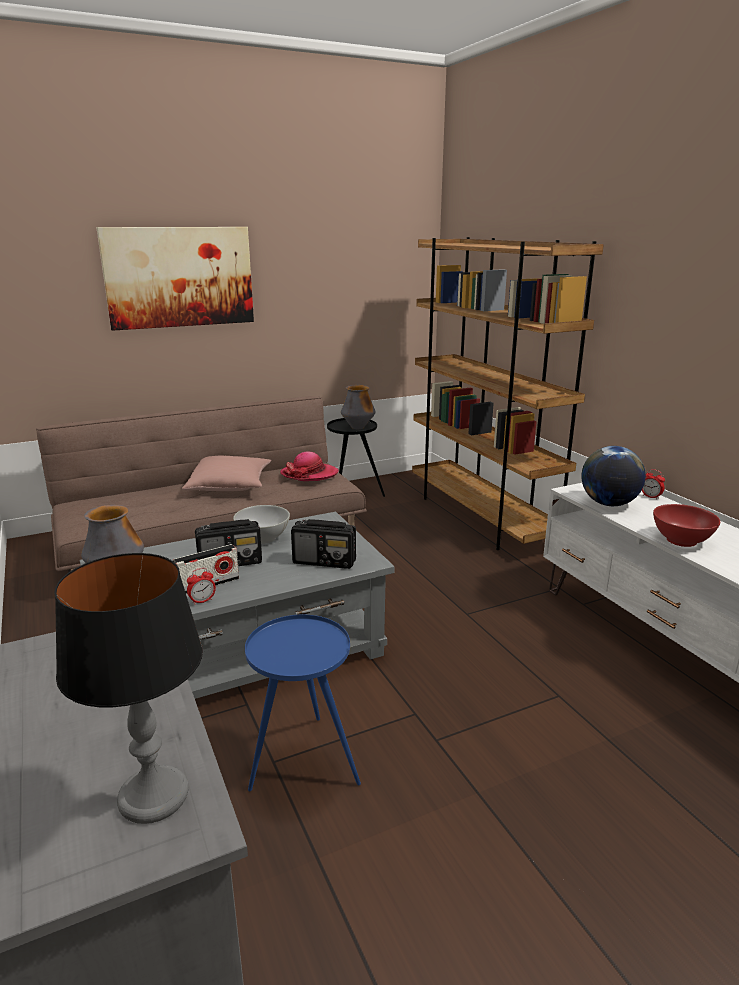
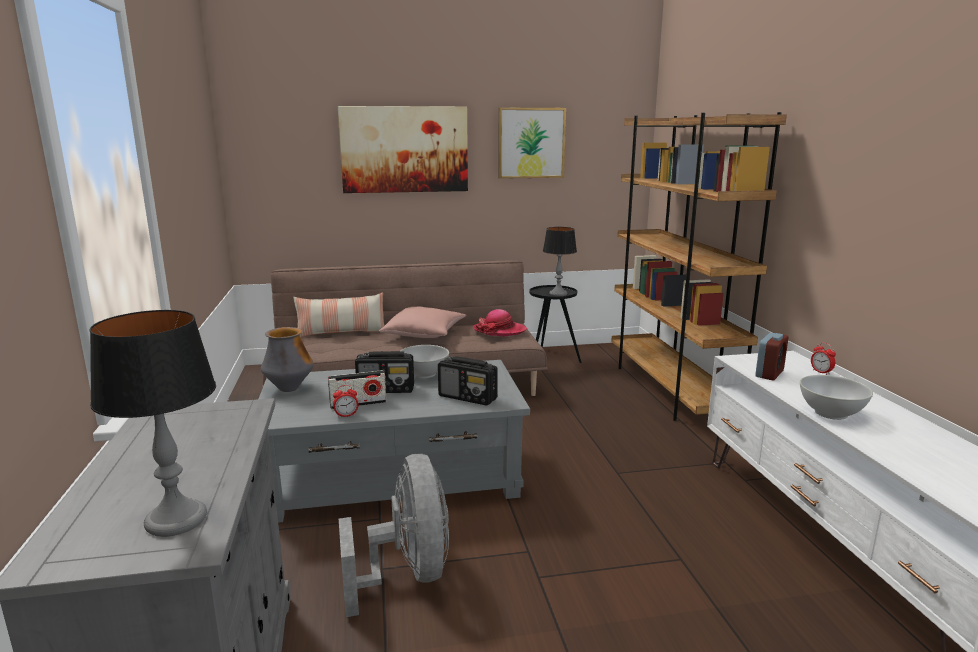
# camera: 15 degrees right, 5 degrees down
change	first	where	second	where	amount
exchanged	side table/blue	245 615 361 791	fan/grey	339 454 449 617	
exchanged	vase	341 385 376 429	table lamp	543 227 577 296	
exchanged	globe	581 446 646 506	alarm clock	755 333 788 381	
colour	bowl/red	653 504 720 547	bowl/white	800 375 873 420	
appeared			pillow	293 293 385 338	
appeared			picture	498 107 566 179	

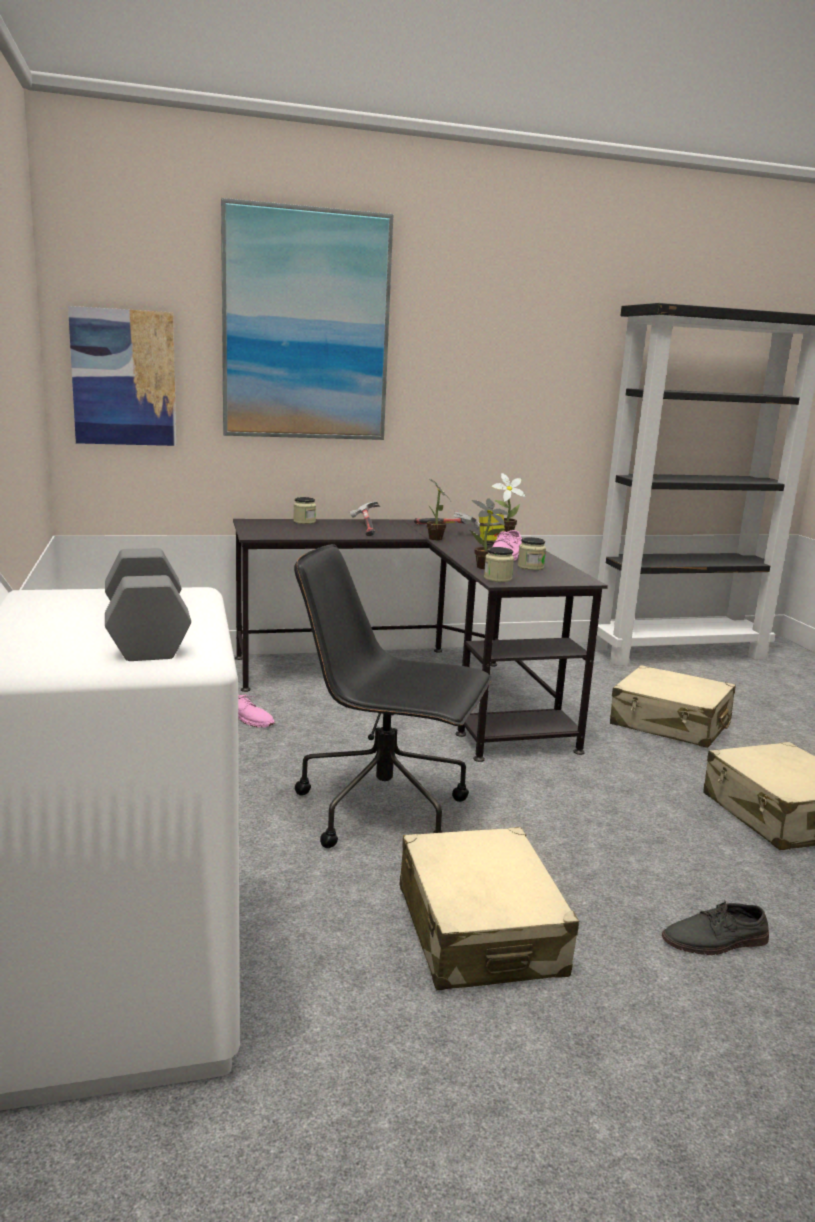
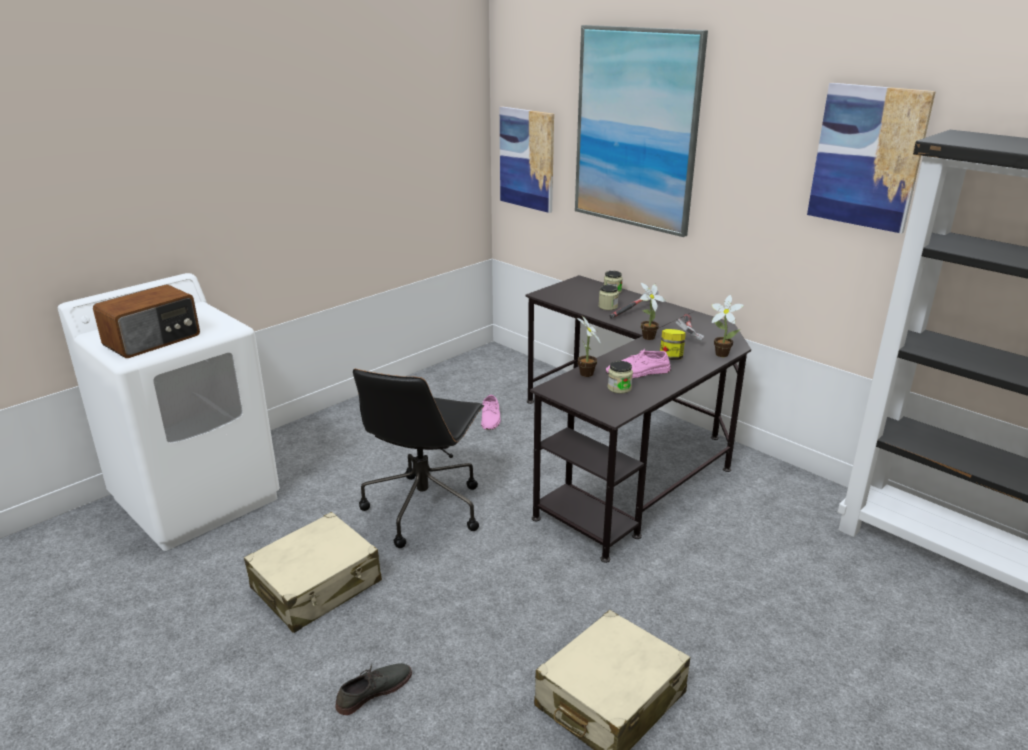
# camera: 60 degrees right, 10 degrees up
change	first	where	second	where	amount
exchanged	dumbbell/grey	105 548 191 661	radio	93 285 200 358	
spun	office chair/black	294 544 492 848		353 369 484 548	150 degrees counterclockwise
relocated	jar	484 547 514 582		599 285 619 310	
missing	suitcase/beige	610 665 736 748			
spun	shoe/grey	662 899 769 955		335 663 412 715	90 degrees clockwise
appeared			picture	807 83 936 234	

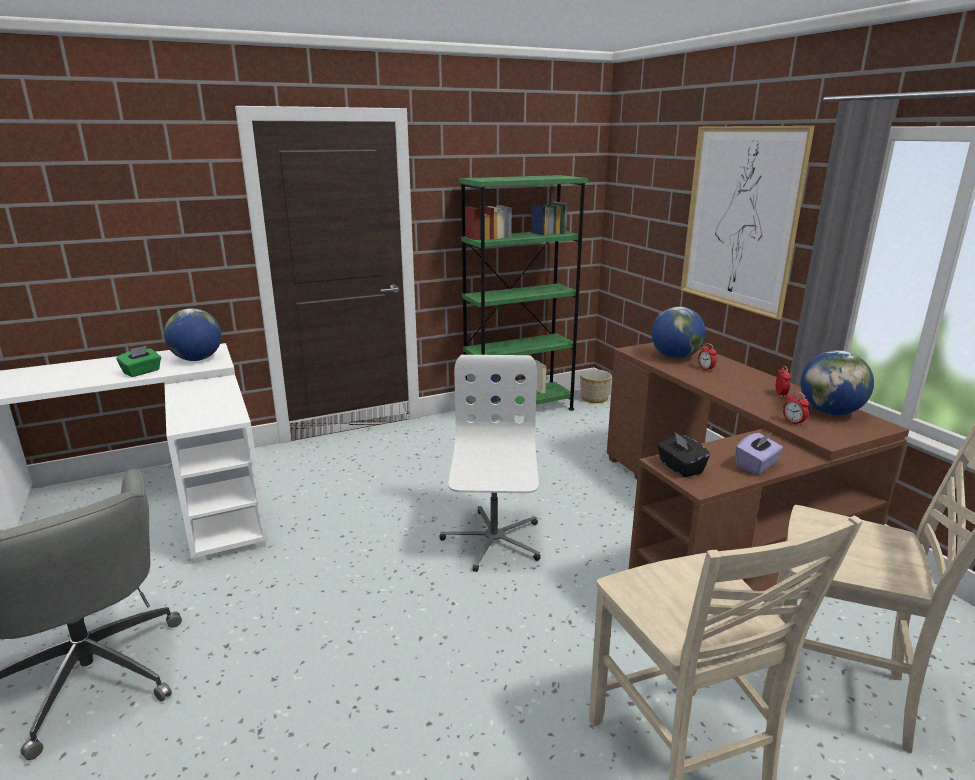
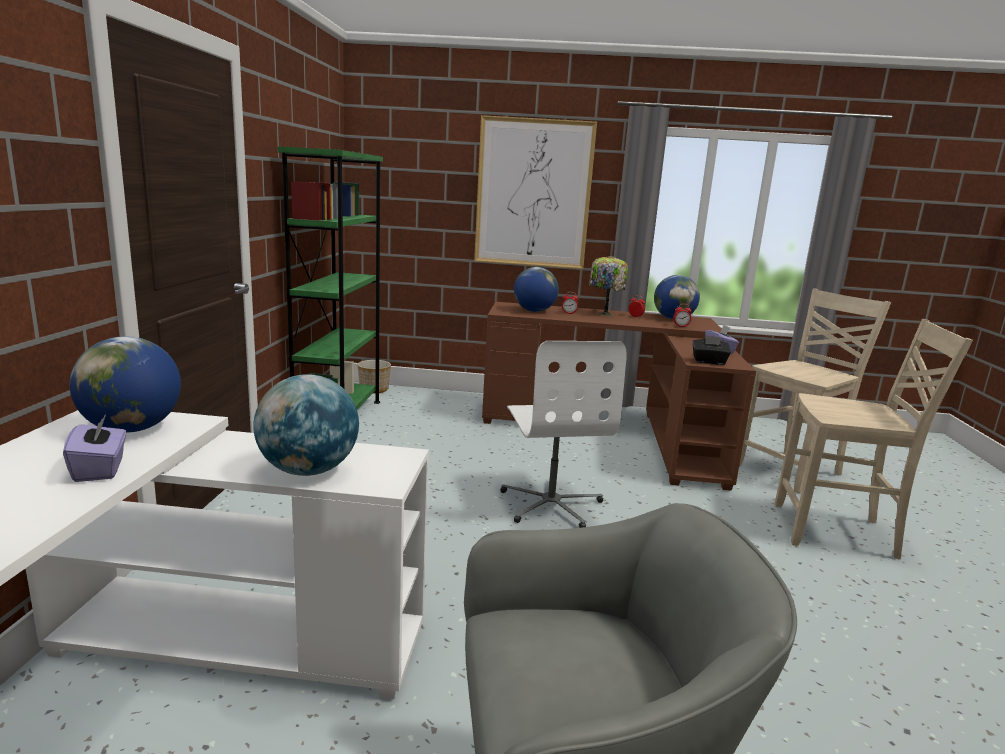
# camera: 60 degrees left, 5 degrees down
change	first	where	second	where	amount
colour	tissue box/green	116 346 161 377	tissue box/purple	63 413 126 482	
spun	office chair/white	439 355 541 572		500 341 627 528	135 degrees counterclockwise
appeared			globe	253 374 359 476	
appeared			table lamp	589 256 628 316	

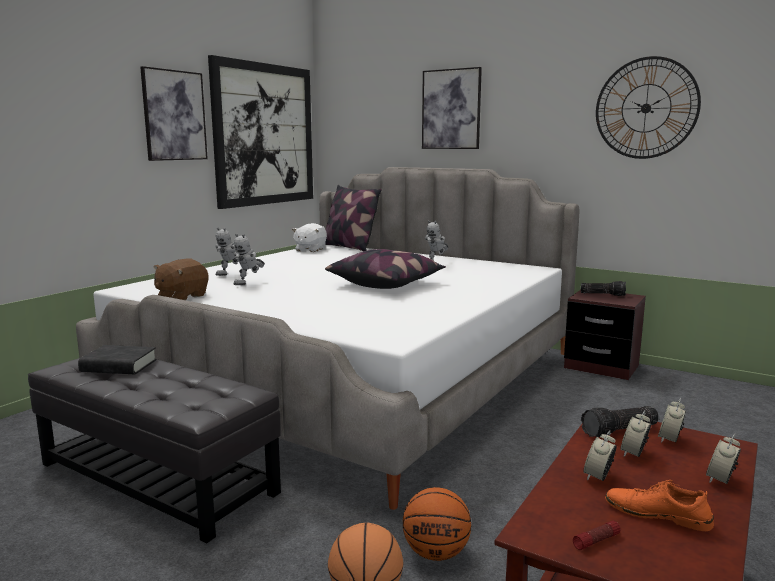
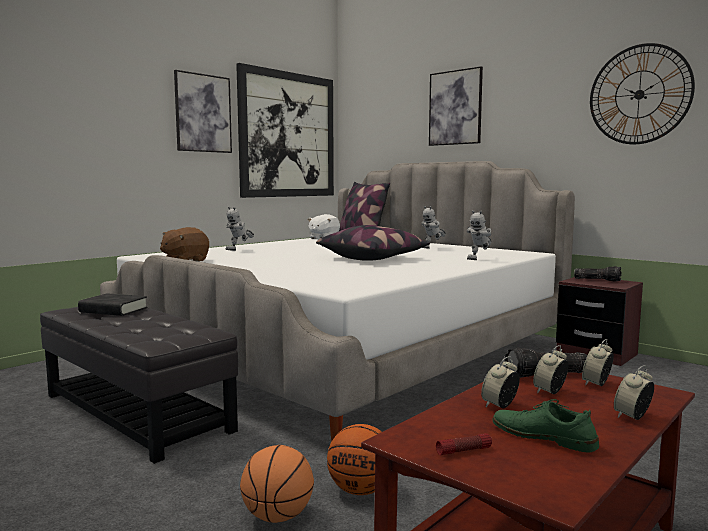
# camera: 10 degrees right, 5 degrees down
change	first	where	second	where	amount
relocated	toy robot	234 233 265 285		467 210 492 260	
colour	shoe/orange	605 480 714 531	shoe/green	493 399 599 452	

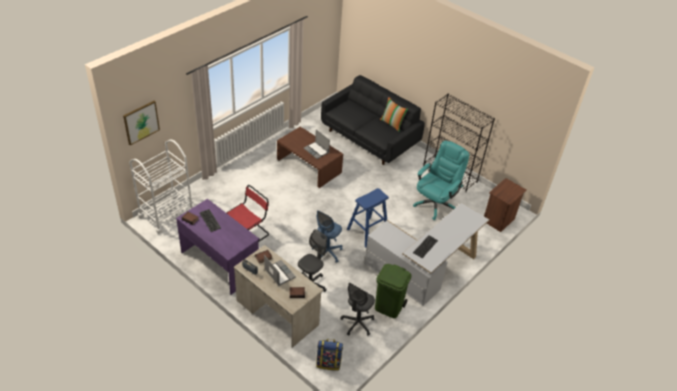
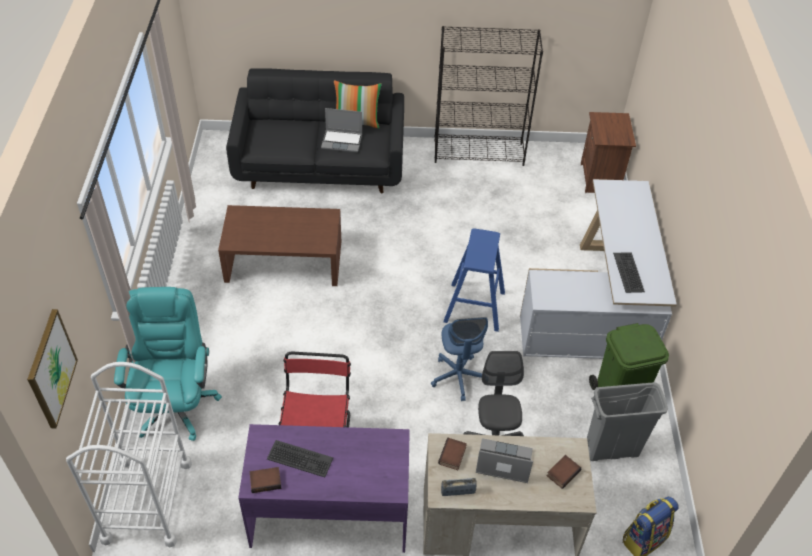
# camera: 40 degrees left, 5 degrees up
change	first	where	second	where	amount
relocated	laptop	304 130 330 159		321 108 362 152	
exchanged	office chair/grey	340 283 375 336	trash can/grey	587 382 668 461	
relocated	office chair/turquoise	413 141 470 220		114 287 222 441	

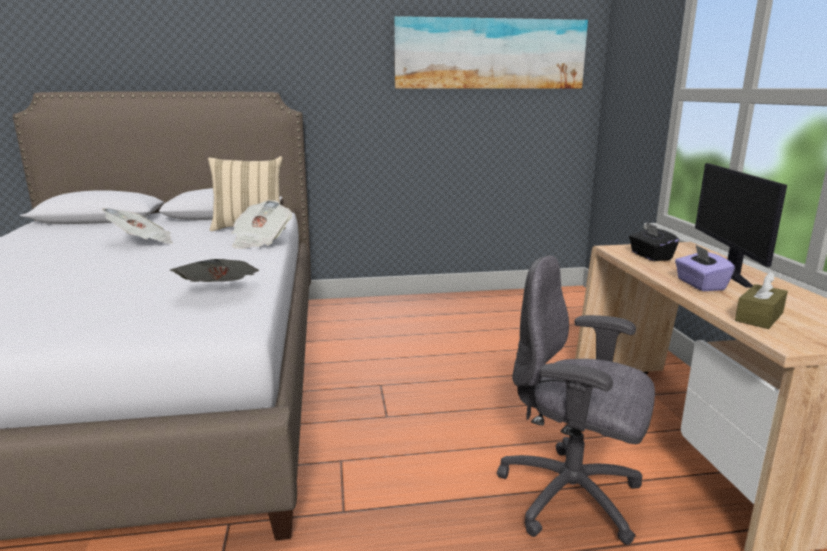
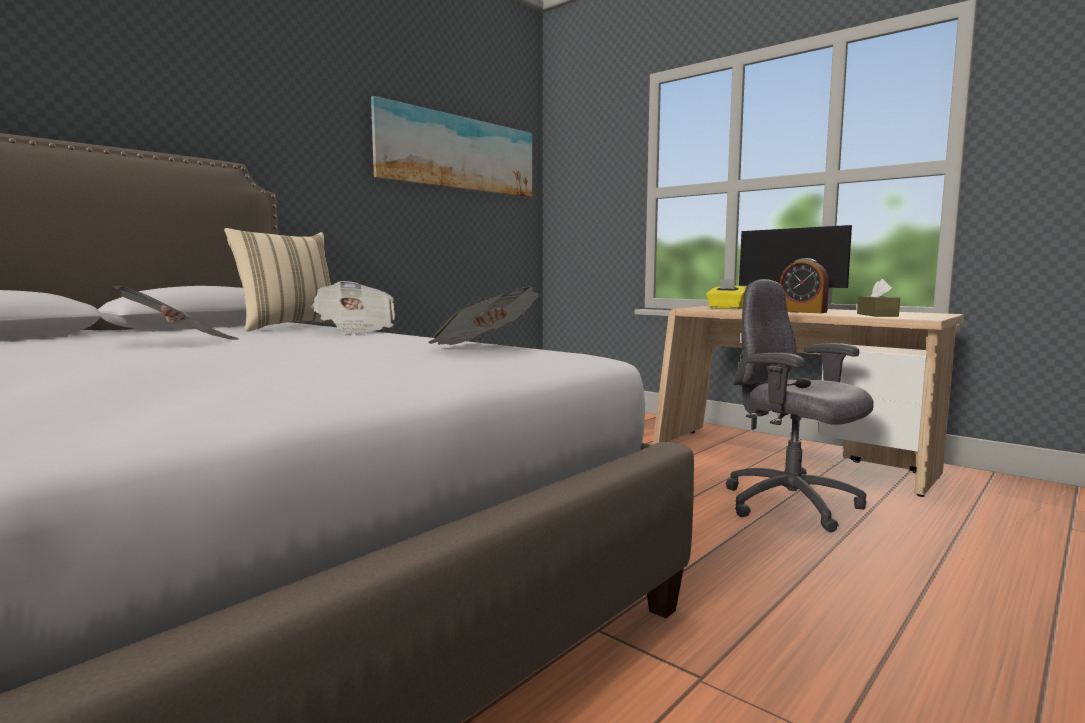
# camera: 40 degrees left, 10 degrees down
change	first	where	second	where	amount
spun	office chair/grey	497 256 655 545		725 279 874 532	60 degrees clockwise
colour	tissue box/black	629 222 679 261	tissue box/yellow	706 279 746 309	
exchanged	tissue box/purple	675 244 735 291	alarm clock	780 258 829 313	

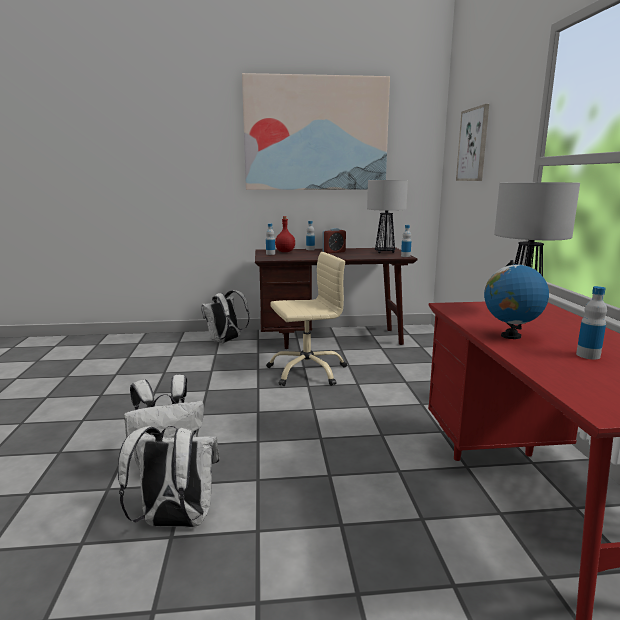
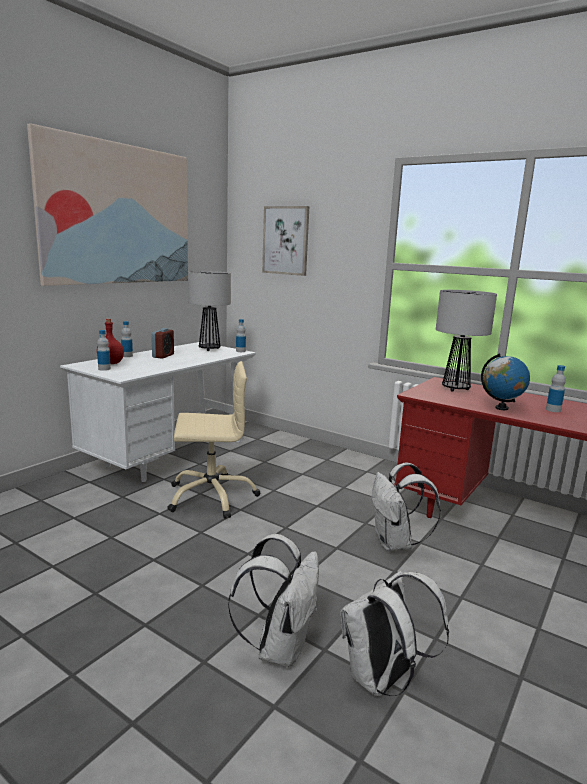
# camera: 50 degrees left, 0 degrees up
change	first	where	second	where	amount
relocated	backpack/white	201 290 249 343		372 462 441 551	
colour	desk/brown	255 248 418 349	desk/white	60 342 256 482	
spun	office chair/beige	266 252 347 386		167 361 261 519	60 degrees clockwise

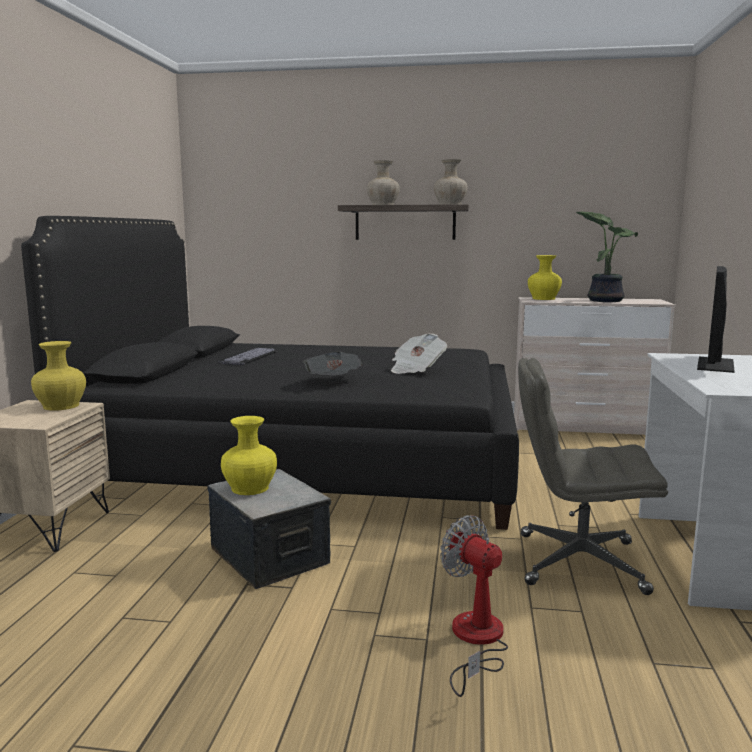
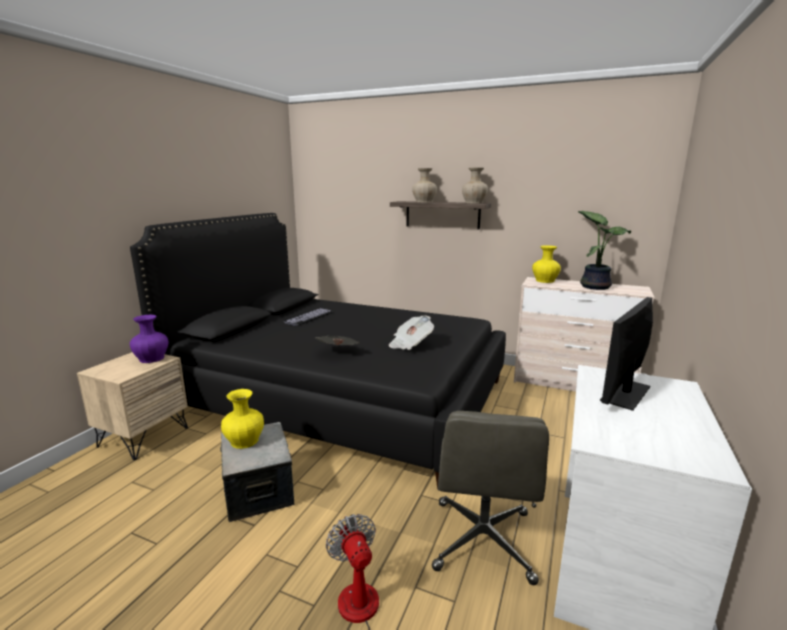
# camera: 15 degrees right, 5 degrees up
change	first	where	second	where	amount
colour	vase/yellow	31 341 86 411	vase/purple	130 315 168 363	
spun	office chair/grey	518 358 668 595		432 411 549 585	105 degrees counterclockwise

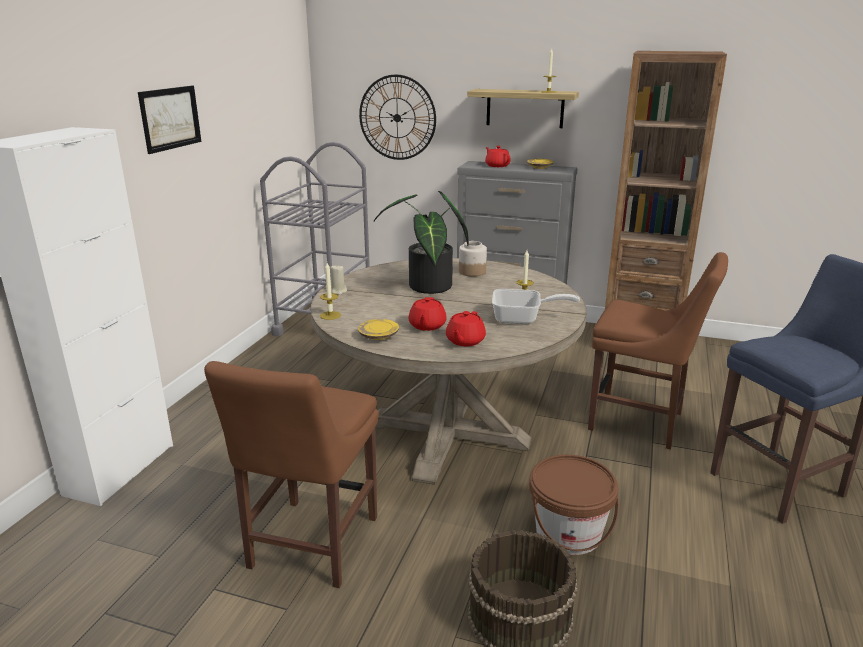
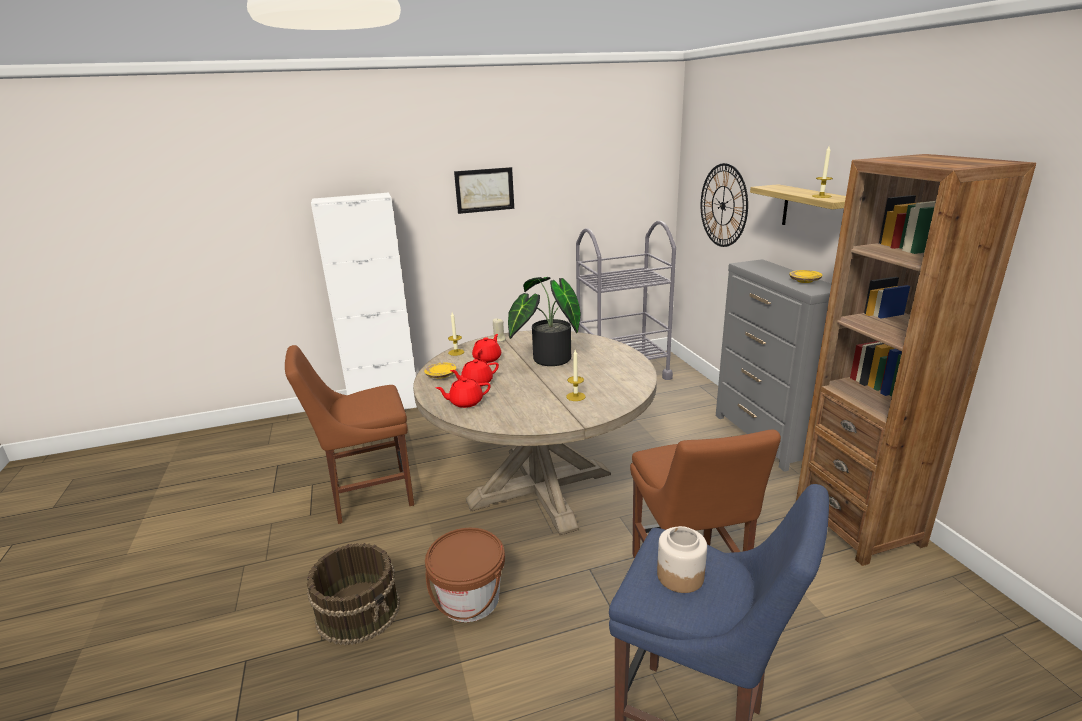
# camera: 55 degrees right, 0 degrees up
change	first	where	second	where	amount
relocated	jar	459 241 487 277		657 526 707 593	
relocated	teapot/red	485 146 511 167		472 334 501 363	
missing	frying pan	492 289 580 324			

